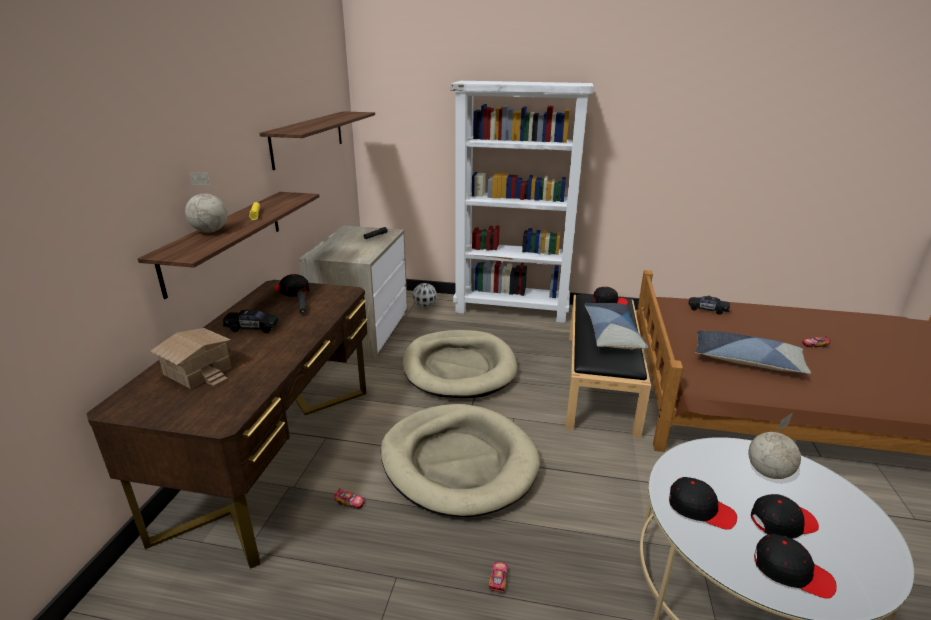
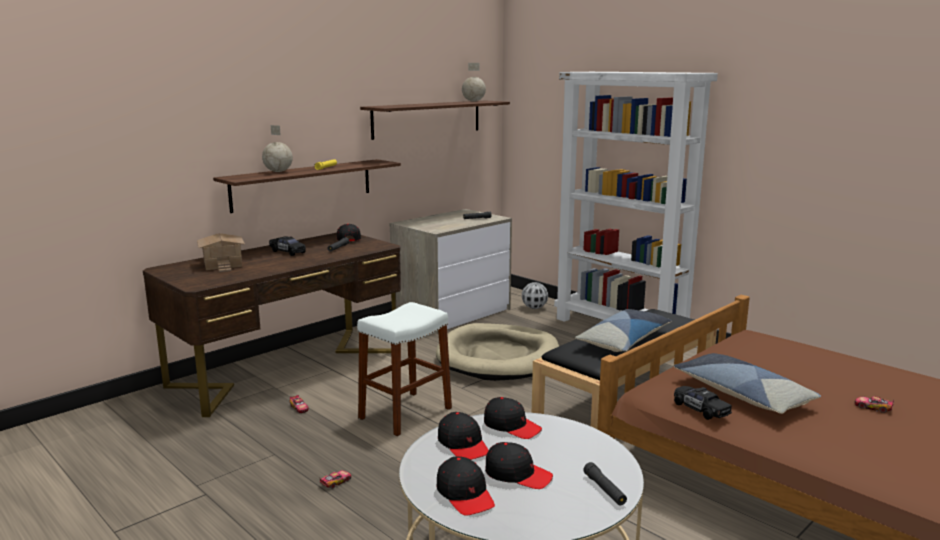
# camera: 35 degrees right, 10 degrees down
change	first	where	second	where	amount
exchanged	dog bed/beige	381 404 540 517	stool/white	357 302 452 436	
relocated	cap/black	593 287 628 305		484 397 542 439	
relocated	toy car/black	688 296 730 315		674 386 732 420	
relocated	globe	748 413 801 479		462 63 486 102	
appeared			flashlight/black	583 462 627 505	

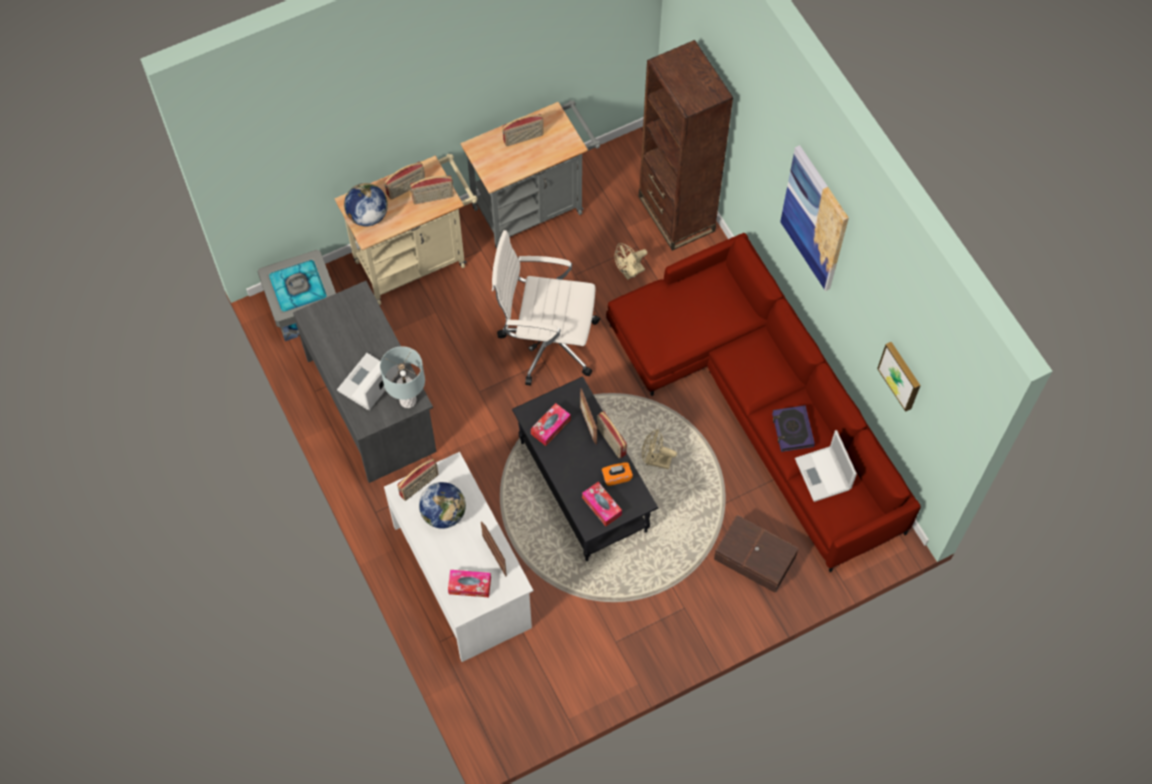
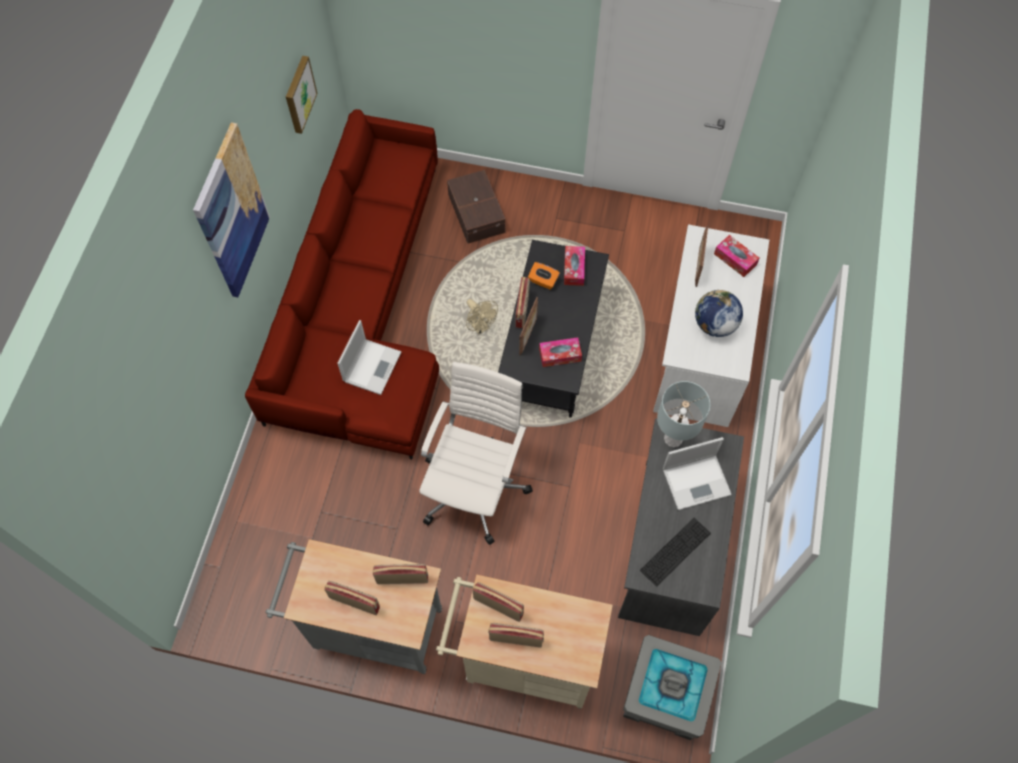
# camera: 140 degrees left, 0 degrees up
change	first	where	second	where	amount
missing	globe	344 183 388 226			
relocated	radio	397 458 439 501		373 564 428 584	
spun	office chair/white	492 230 600 386		419 362 533 545	120 degrees counterclockwise
missing	fan/beige	614 243 647 280			
missing	bookcase/brown	639 40 733 251			
missing	book	772 405 815 452			
relocated	laptop	795 430 857 502		337 320 401 395	
appeared			keyboard	640 518 711 587	

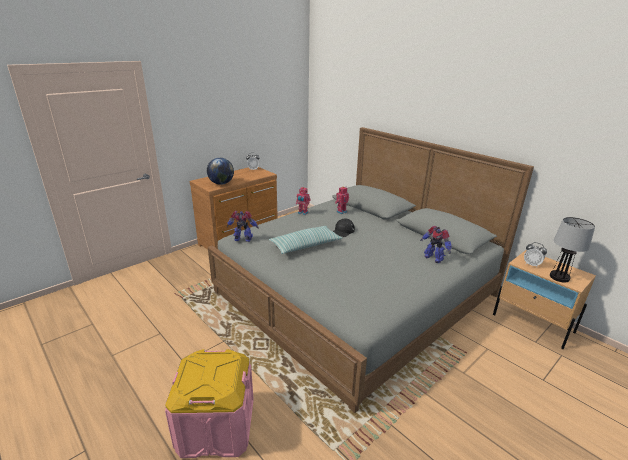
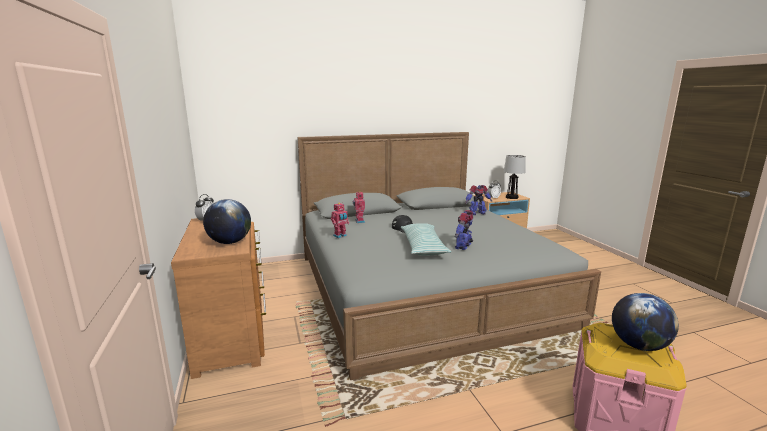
# camera: 65 degrees left, 10 degrees down
change	first	where	second	where	amount
relocated	toy robot	227 211 259 242		455 210 473 250	
appeared			globe	612 293 679 351	

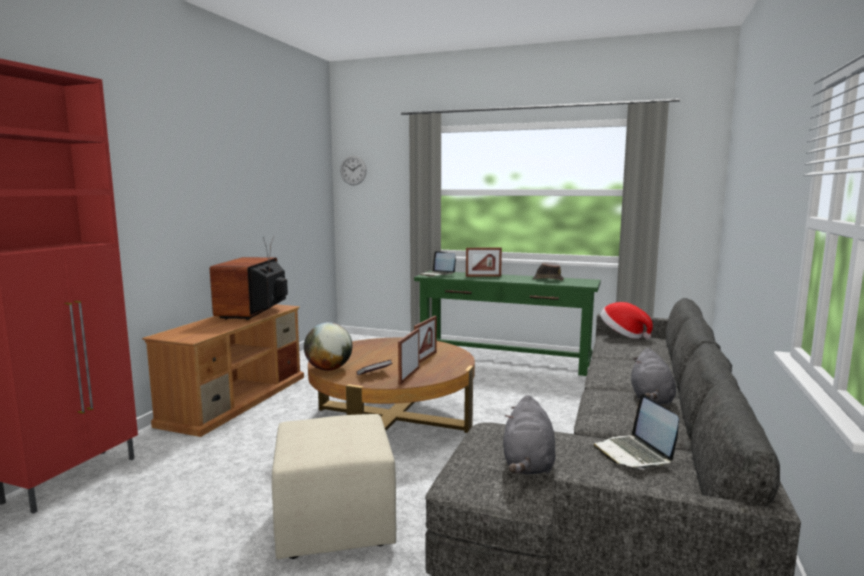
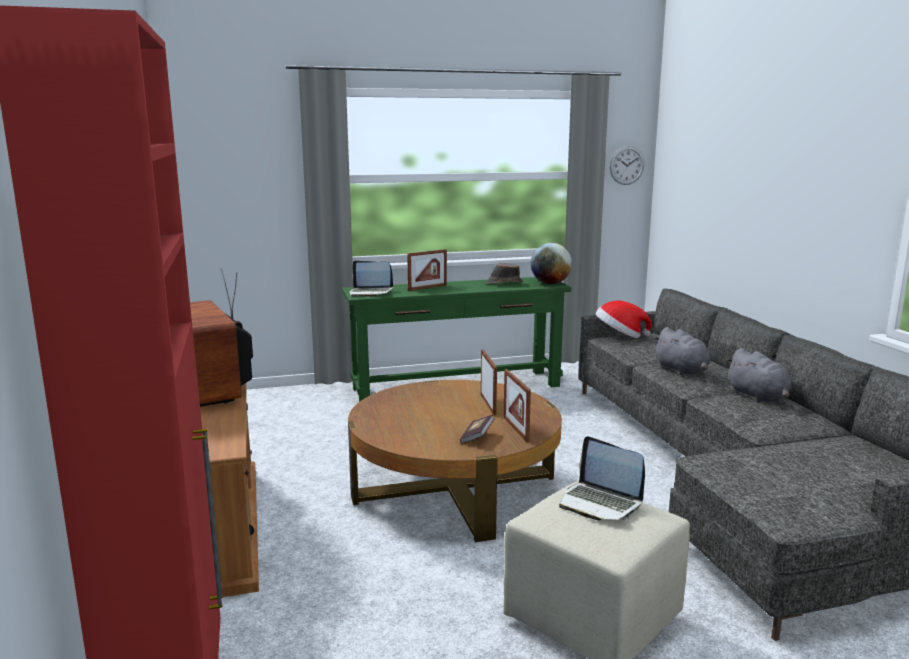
# camera: 35 degrees left, 5 degrees up
change	first	where	second	where	amount
relocated	globe	304 322 352 371		531 243 572 284	
relocated	wall clock	340 156 367 185		610 146 644 185	
relocated	plush toy/grey	503 395 556 474		653 327 710 375	
relocated	laptop	593 394 679 470		559 436 645 520	

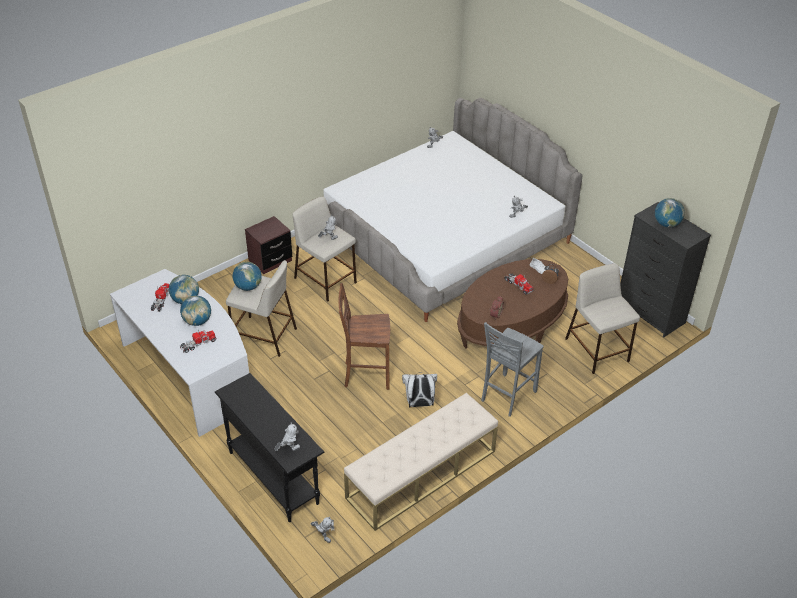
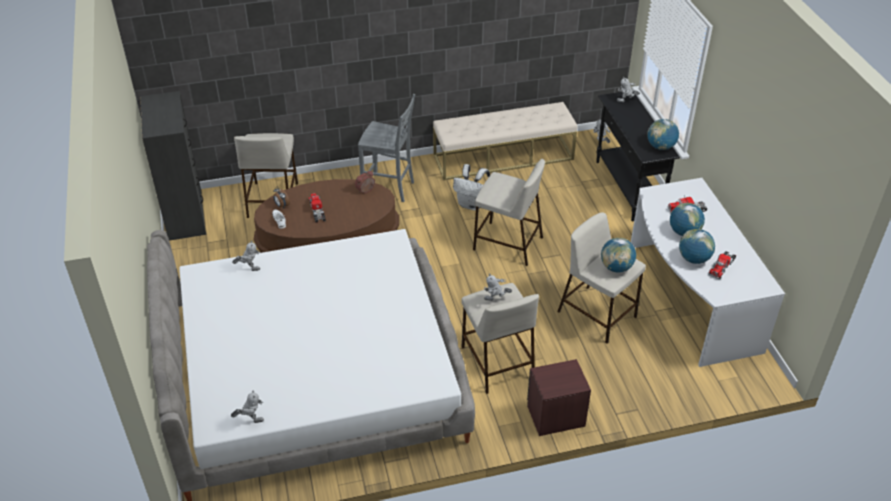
# camera: 155 degrees left, 0 degrees up
change	first	where	second	where	amount
exchanged	chair/brown	339 283 390 390	stool/beige	473 159 545 266	
spun	chair/grey	481 322 544 417		358 94 415 202	45 degrees clockwise
relocated	globe	655 198 685 227		647 119 679 150	

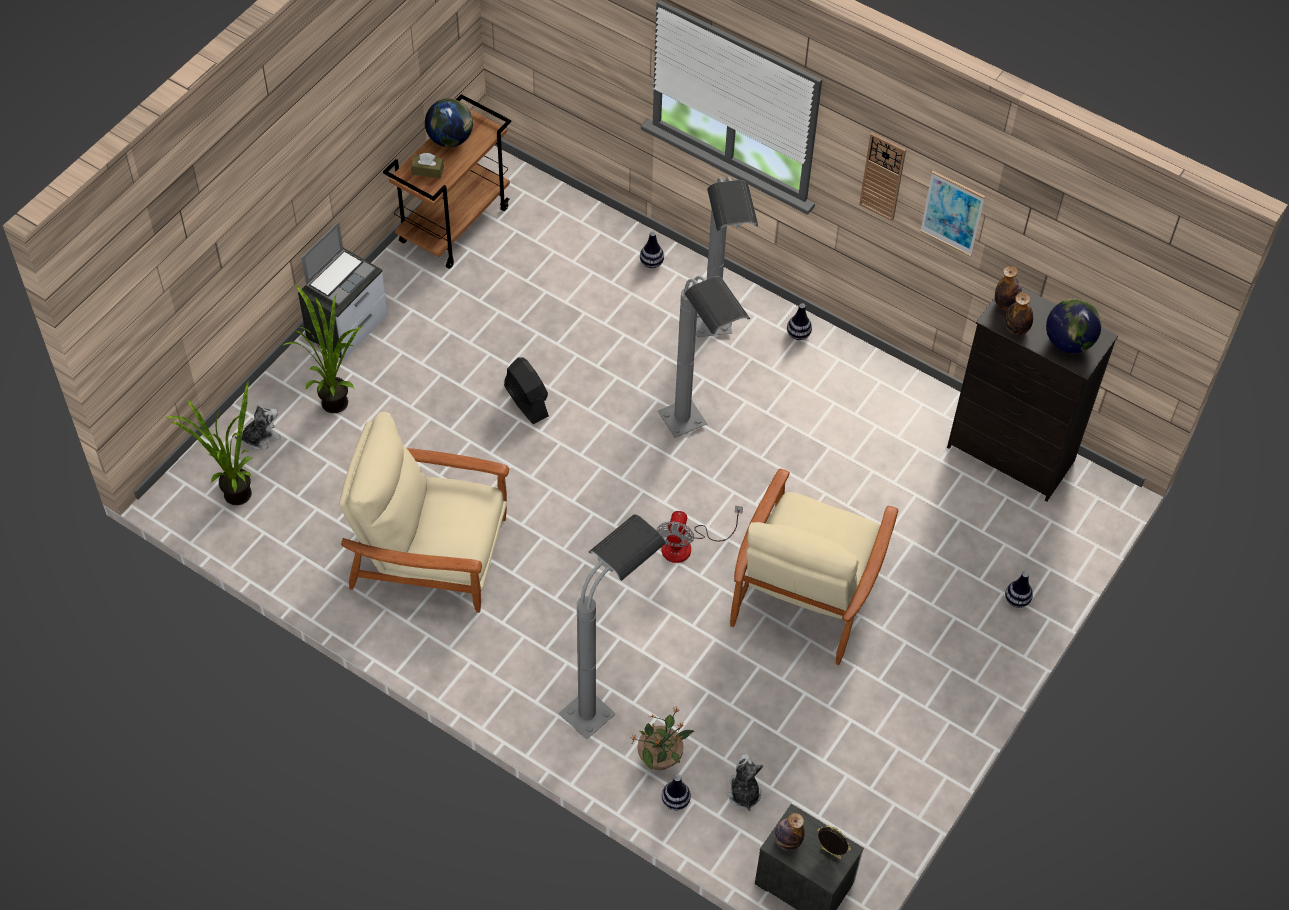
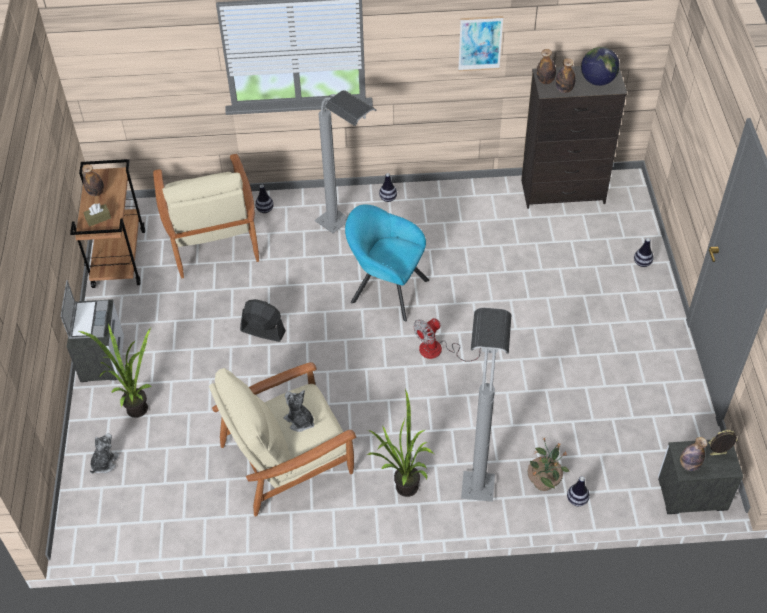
# camera: 35 degrees left, 5 degrees down
change	first	where	second	where	amount
relocated	potted plant	165 380 253 505		367 389 433 497	
exchanged	globe	425 99 473 147	bottle	82 164 104 196	
spun	fan	656 506 743 563		413 318 481 362	75 degrees clockwise
exchanged	floor lamp/grey	658 276 750 438	armchair/turquoise	345 205 429 321	
relocated	plush toy	727 753 763 812		284 390 314 432	
relocated	armchair/beige	730 469 898 665		153 154 259 278	
missing	wall clock	859 133 906 221			

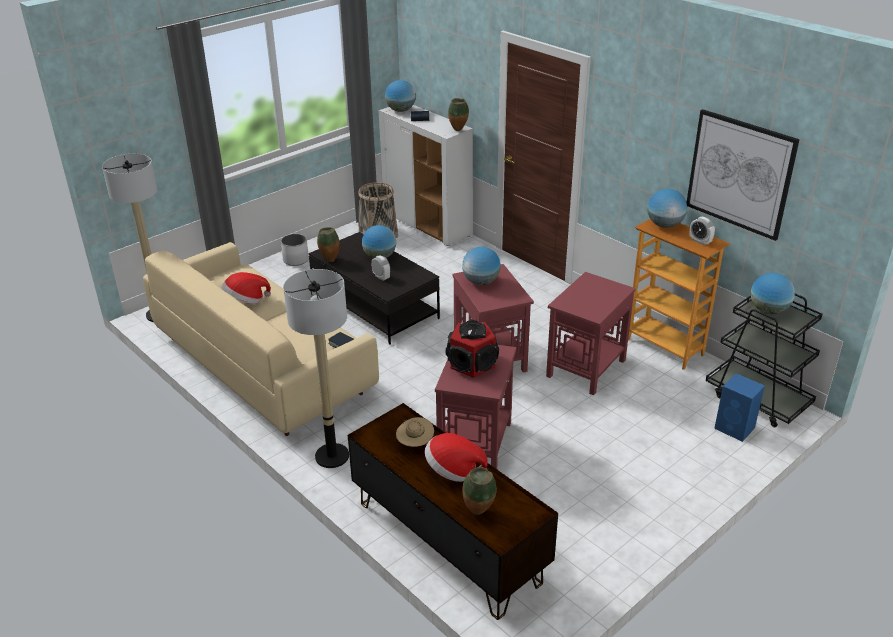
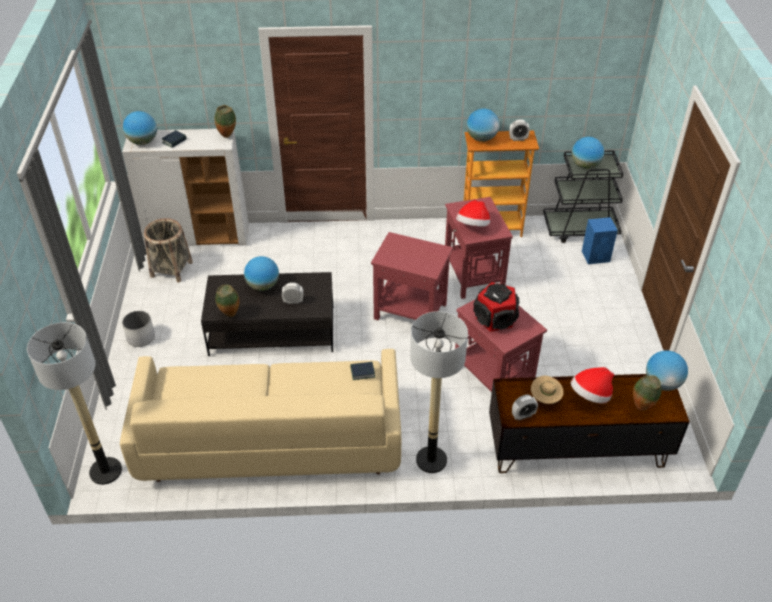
# camera: 50 degrees left, 10 degrees up
change	first	where	second	where	amount
relocated	hat	222 272 271 304		456 200 490 227	
relocated	globe	462 247 501 285		646 351 688 391	
missing	picture	686 109 800 241			
appeared			alarm clock	512 395 538 420	

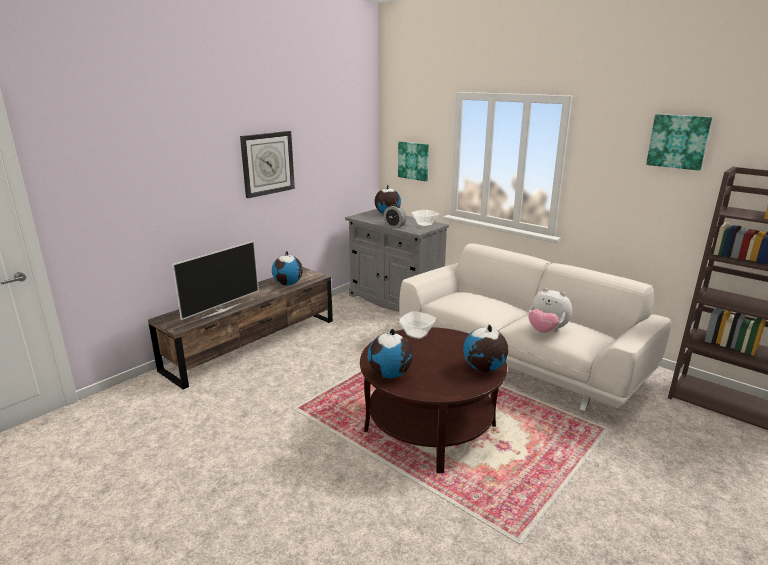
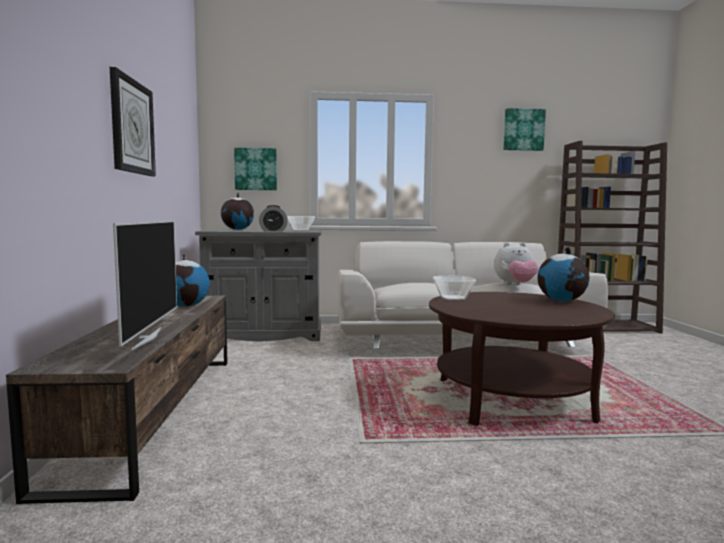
# camera: 45 degrees left, 15 degrees down
change	first	where	second	where	amount
missing	globe	368 329 413 378			

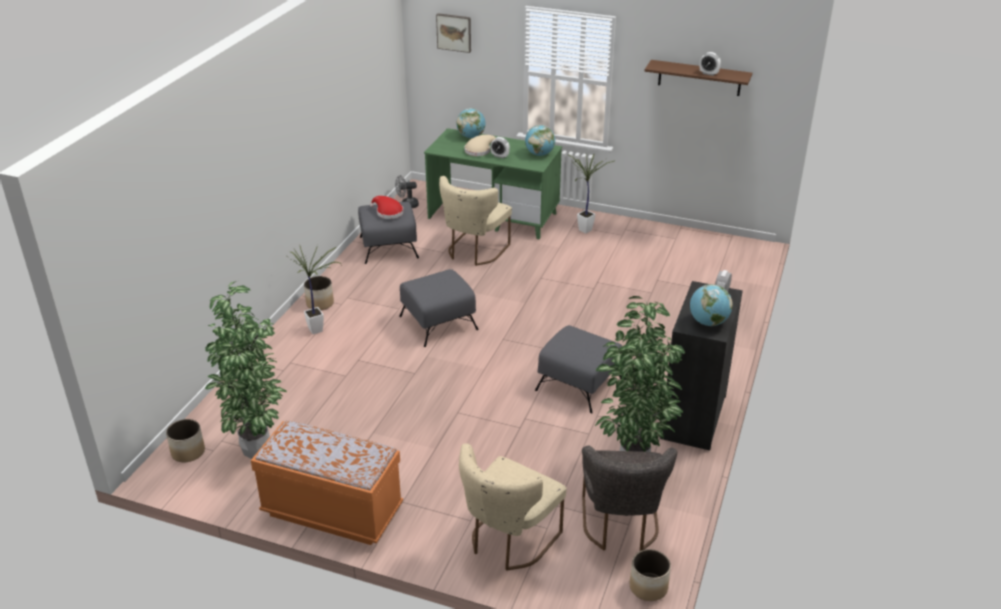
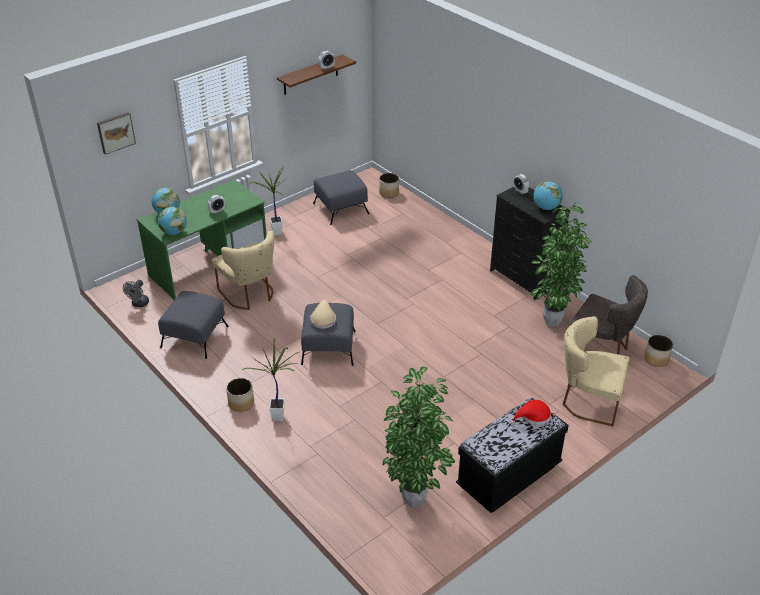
# camera: 60 degrees left, 5 degrees up
change	first	where	second	where	amount
relocated	planter	166 419 205 462		379 173 399 198	
colour	bench/orange	251 420 403 545	bench/black	456 398 569 513	
relocated	hat/red	370 196 404 219		511 400 551 426	
spun	chair/beige	459 444 567 571		563 316 630 426	135 degrees clockwise
relocated	hat/beige	465 135 496 156		310 300 336 329	
relocated	globe	525 125 555 156		158 207 187 235	
relocated	ottoman/grey	535 325 622 413		313 170 369 225	

